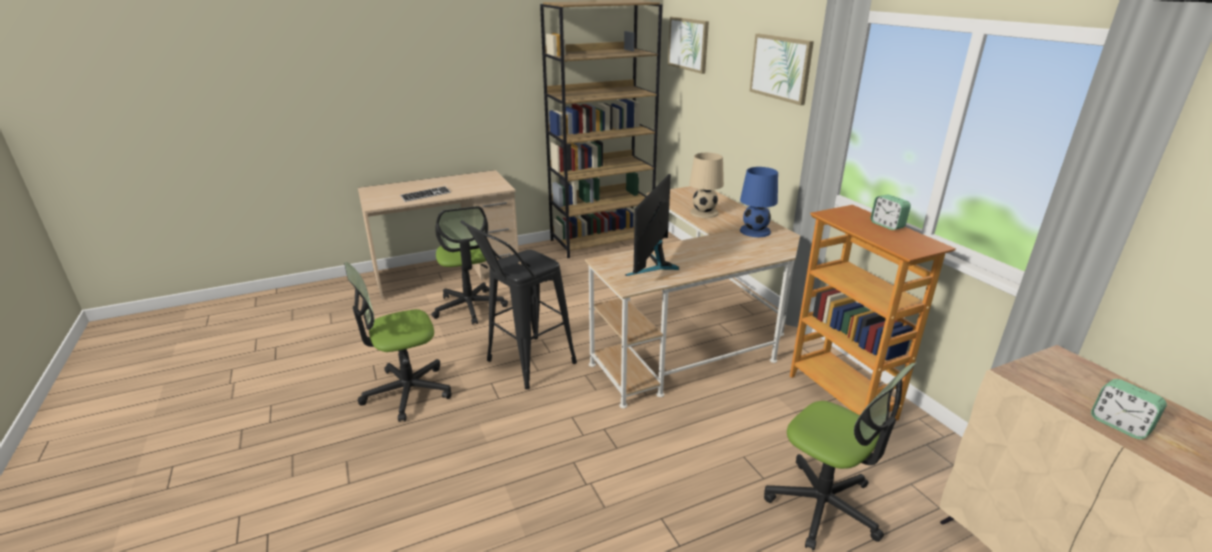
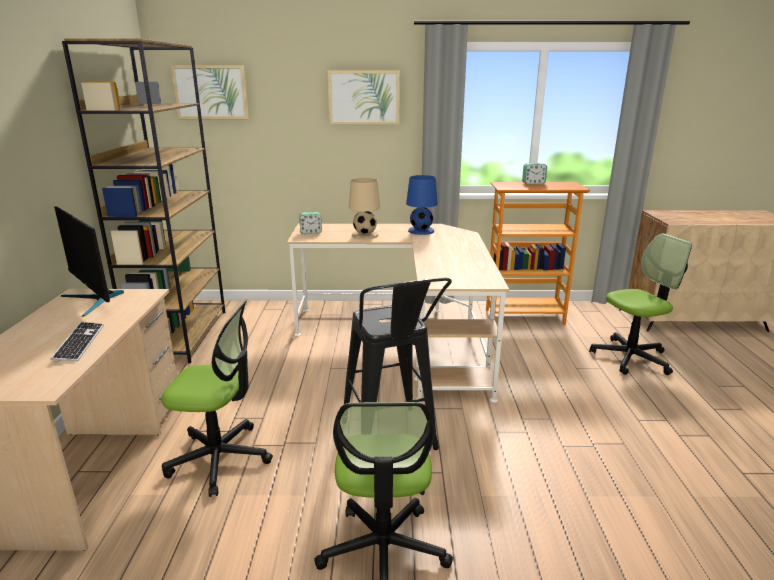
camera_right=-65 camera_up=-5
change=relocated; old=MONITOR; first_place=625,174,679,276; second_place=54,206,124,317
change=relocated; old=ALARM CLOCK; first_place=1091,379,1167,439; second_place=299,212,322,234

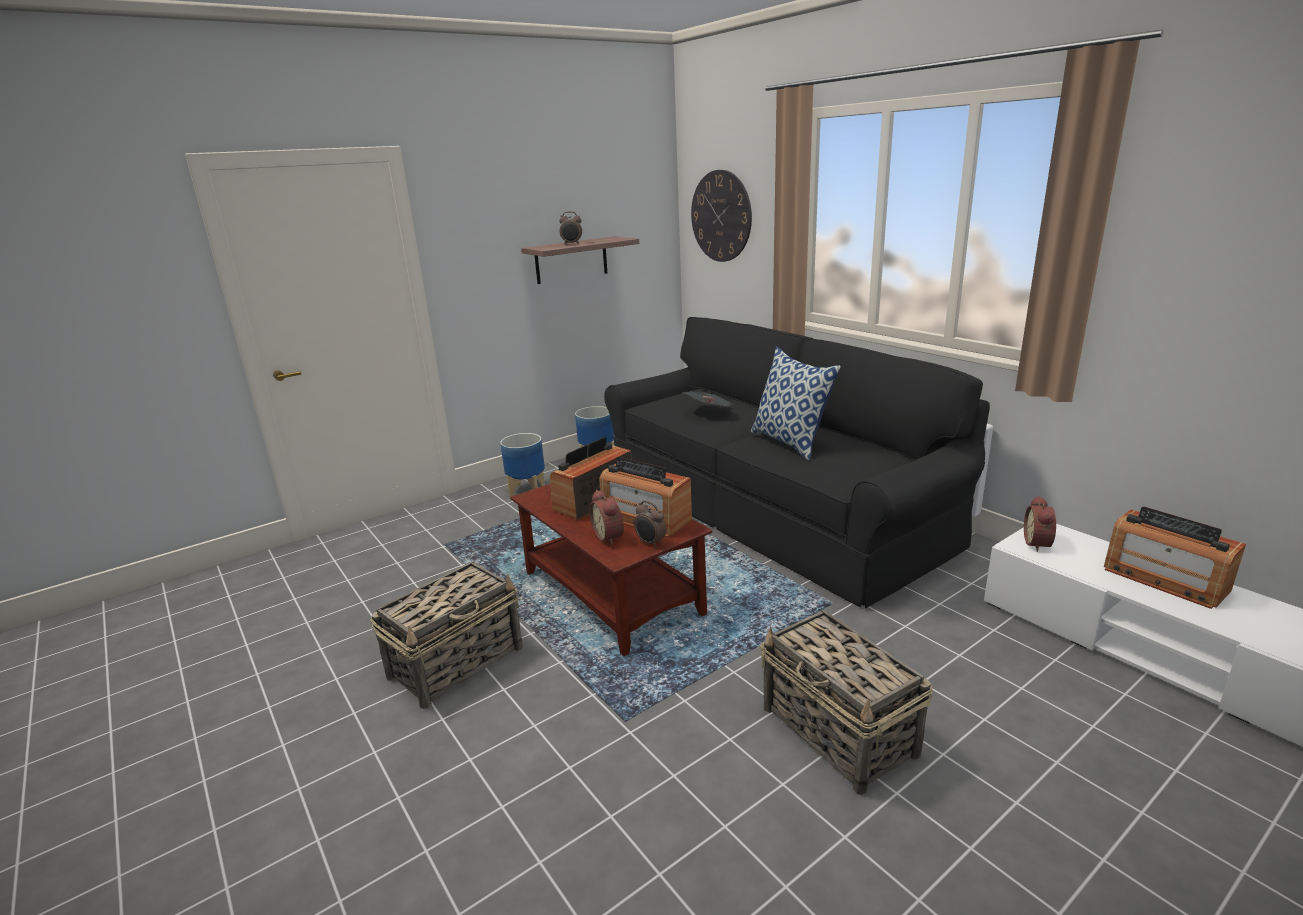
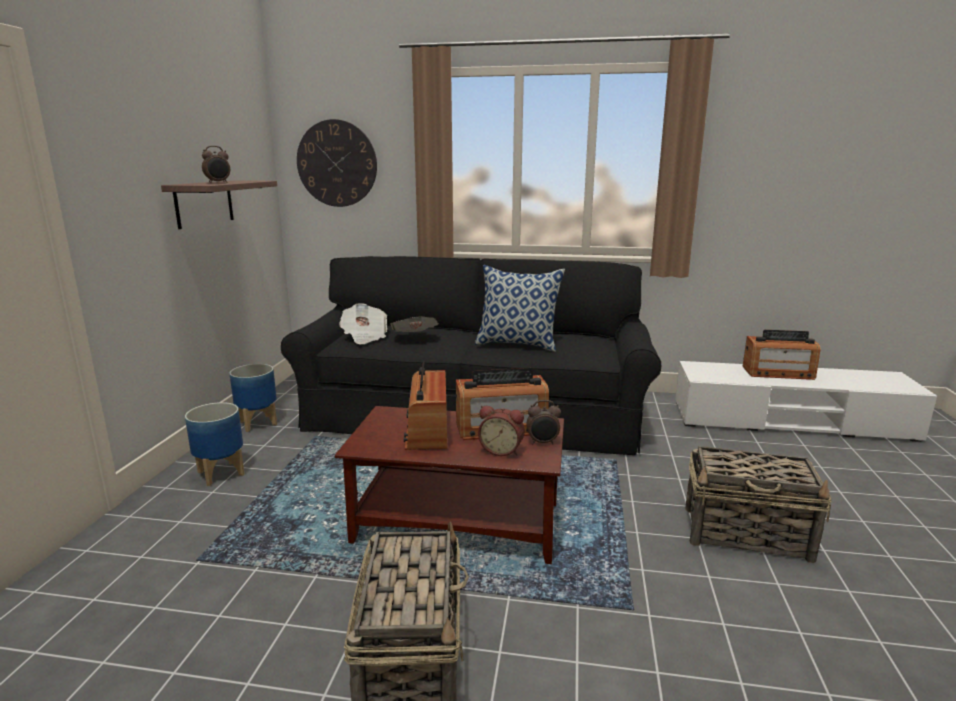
camera_right=-45 camera_up=-5
change=missing; old=ALARM CLOCK; first_place=1024,496,1056,552
change=appeared; new=DAILY PAPER; second_place=339,303,387,344

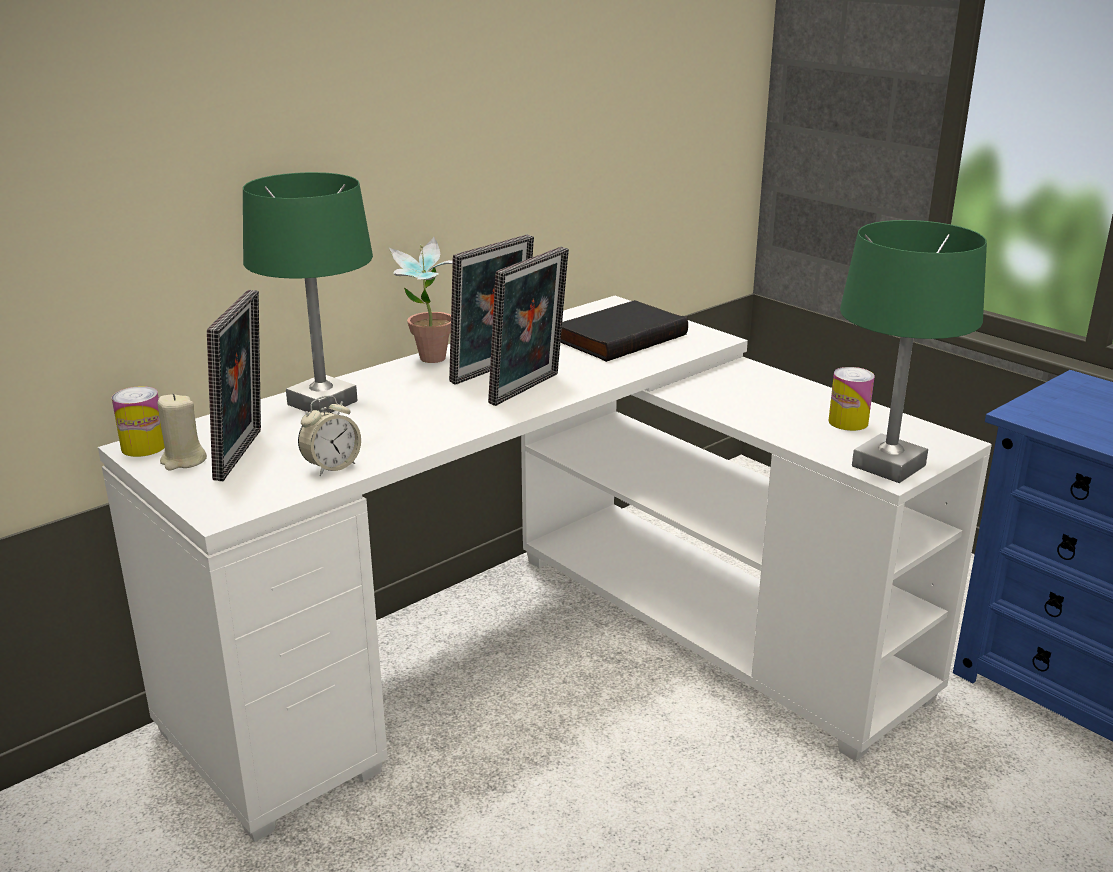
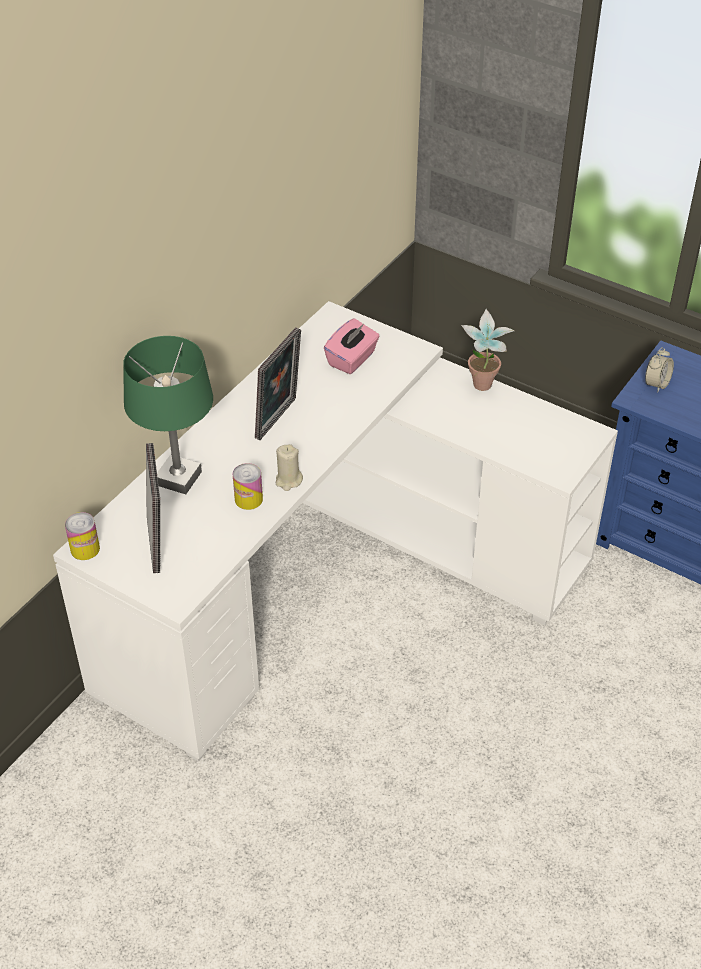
camera_right=-15 camera_up=20
change=missing; old=PHOTO FRAME; first_place=488,247,569,406
change=missing; old=GREEN-COLOURED LAMP FOR A TABLE; first_place=840,220,987,483
change=relocated; old=SAND-COLOURED CANDLE; first_place=158,394,207,471; second_place=276,444,303,491
change=relocated; old=ALARM CLOCK; first_place=298,396,361,476; second_place=645,347,674,393
change=relocated; old=PLANT IN A POT; first_place=389,237,453,363; second_place=461,309,514,391
change=relocated; old=METAL CAN; first_place=828,367,875,431; second_place=233,463,263,510
change=exchanged; old=BLACK-COLOURED VOLUME; new=PINKISH TISSUE HOLDER; first_place=560,300,688,362; second_place=324,318,380,374

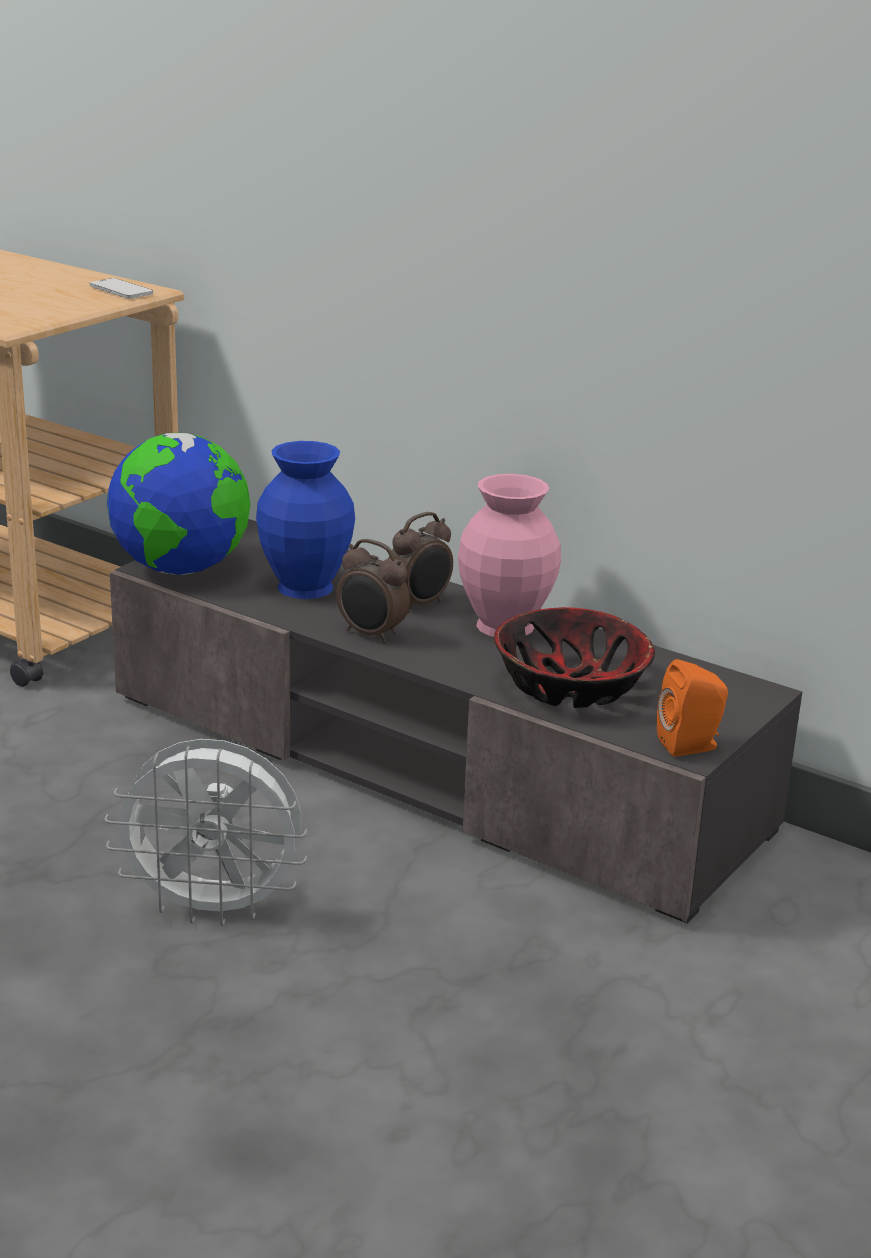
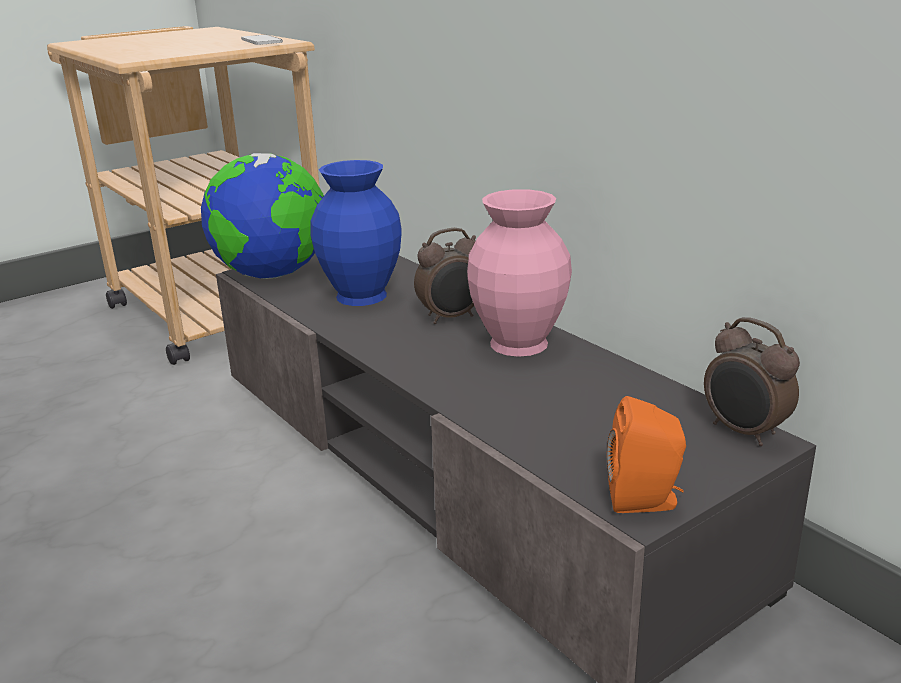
camera_right=20 camera_up=0
change=missing; old=WHITE-COLOURED FAN; first_place=105,739,307,926
change=missing; old=SERVING BOWL; first_place=494,607,655,708
change=relocated; old=ALARM CLOCK; first_place=336,539,410,644; second_place=704,317,800,446

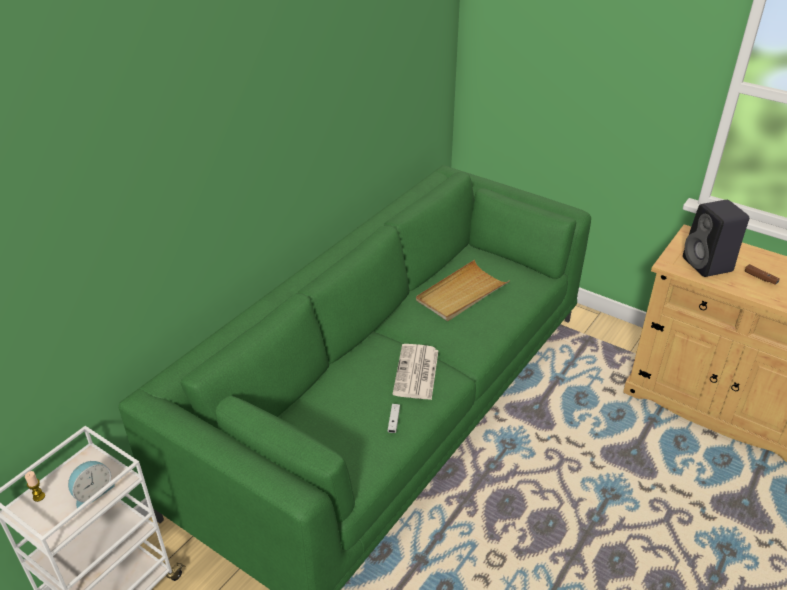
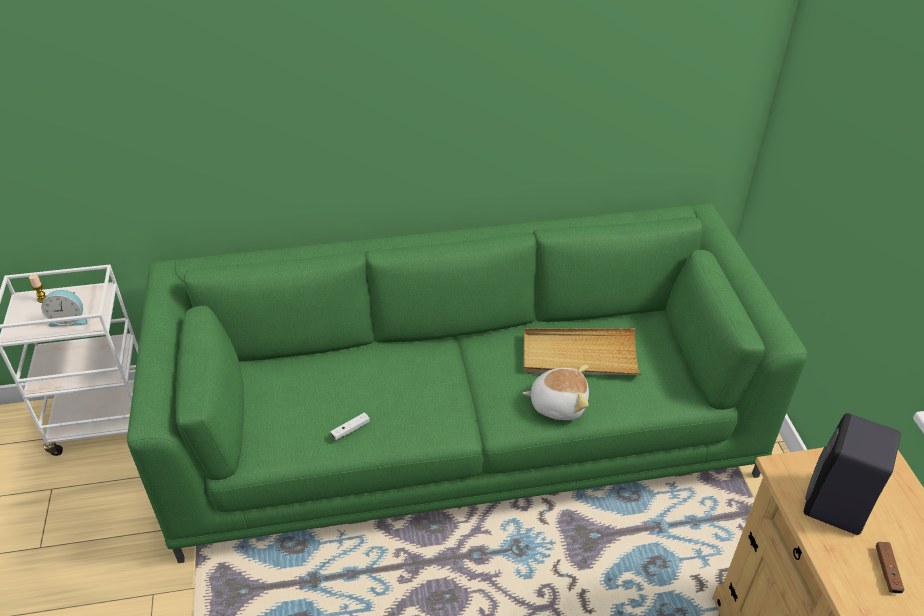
camera_right=45 camera_up=5
change=missing; old=DAILY PAPER; first_place=392,344,439,400
change=appeared; new=SOFT TOY; second_place=522,365,589,420

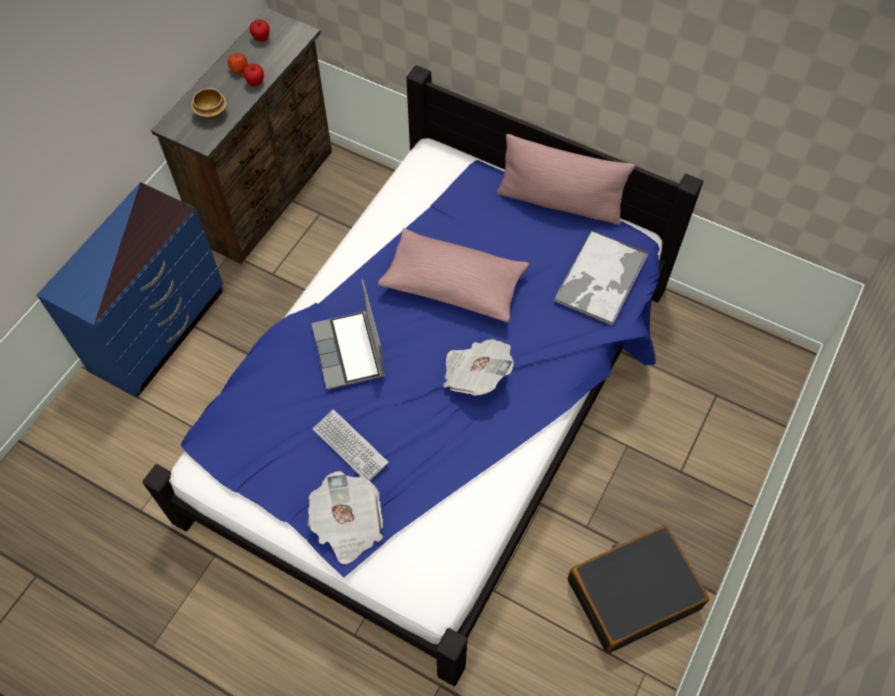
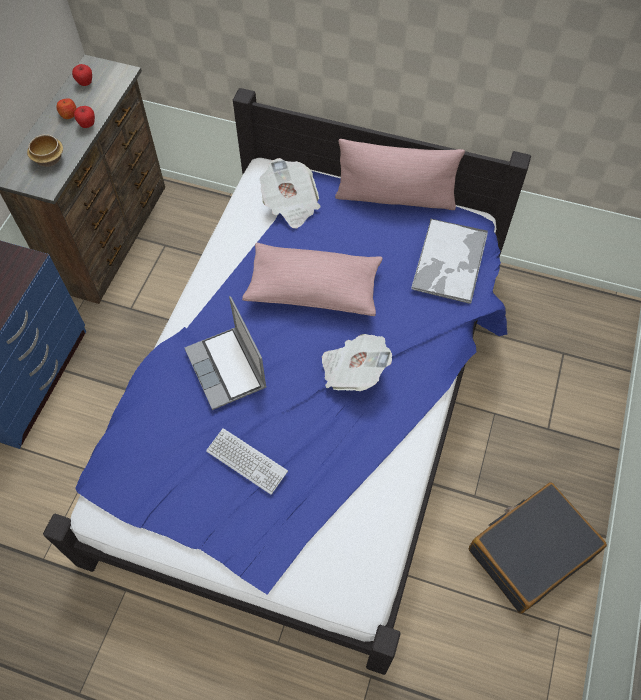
camera_right=-10 camera_up=0
change=relocated; old=DAILY PAPER; first_place=308,471,383,565; second_place=260,158,320,228

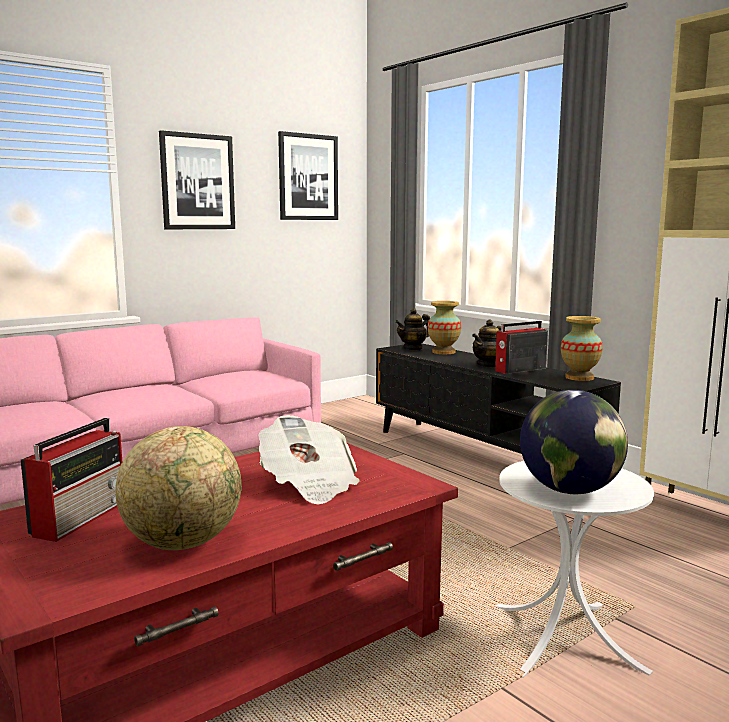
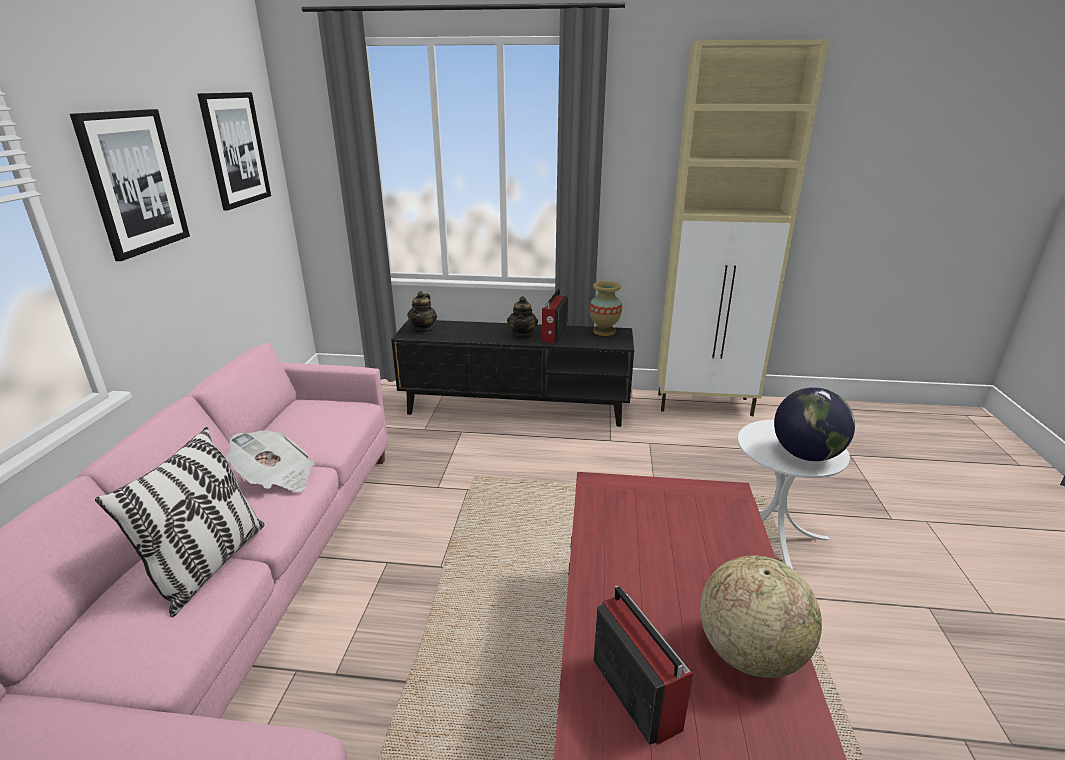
camera_right=-45 camera_up=15
change=missing; old=FLOWER VASE; first_place=428,301,461,354
change=appeared; new=THROW PILLOW; second_place=95,427,265,617
change=relocated; old=DAILY PAPER; first_place=258,415,360,505; second_place=226,430,315,492

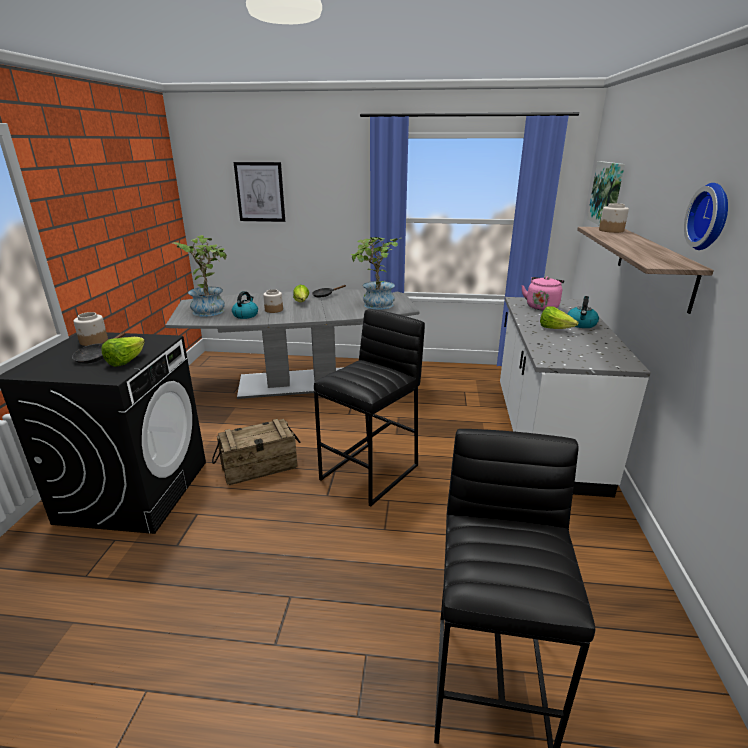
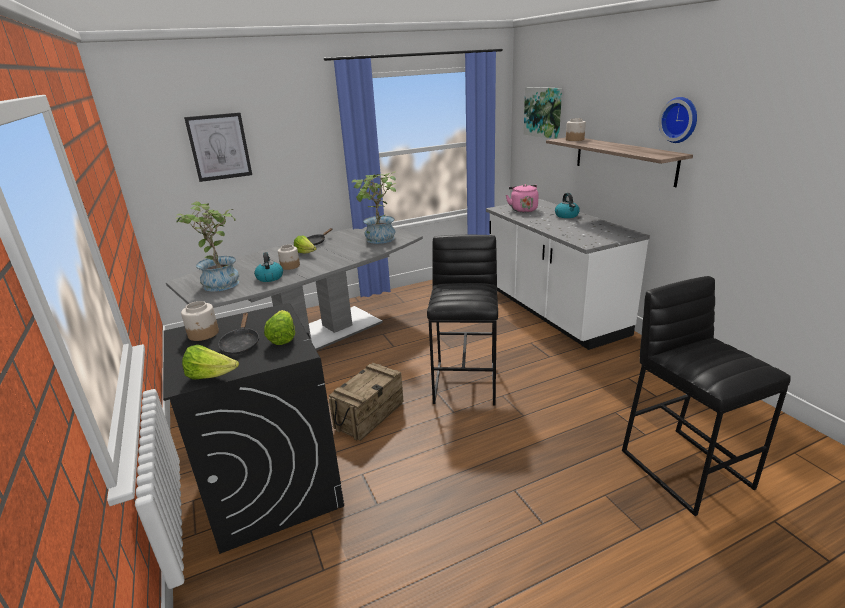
camera_right=-30 camera_up=0
change=relocated; old=HEAD OF LETTUCE; first_place=540,306,578,329; second_place=182,345,239,380

